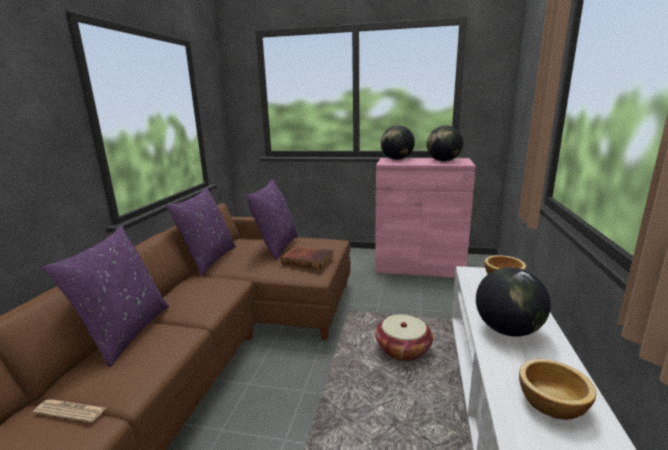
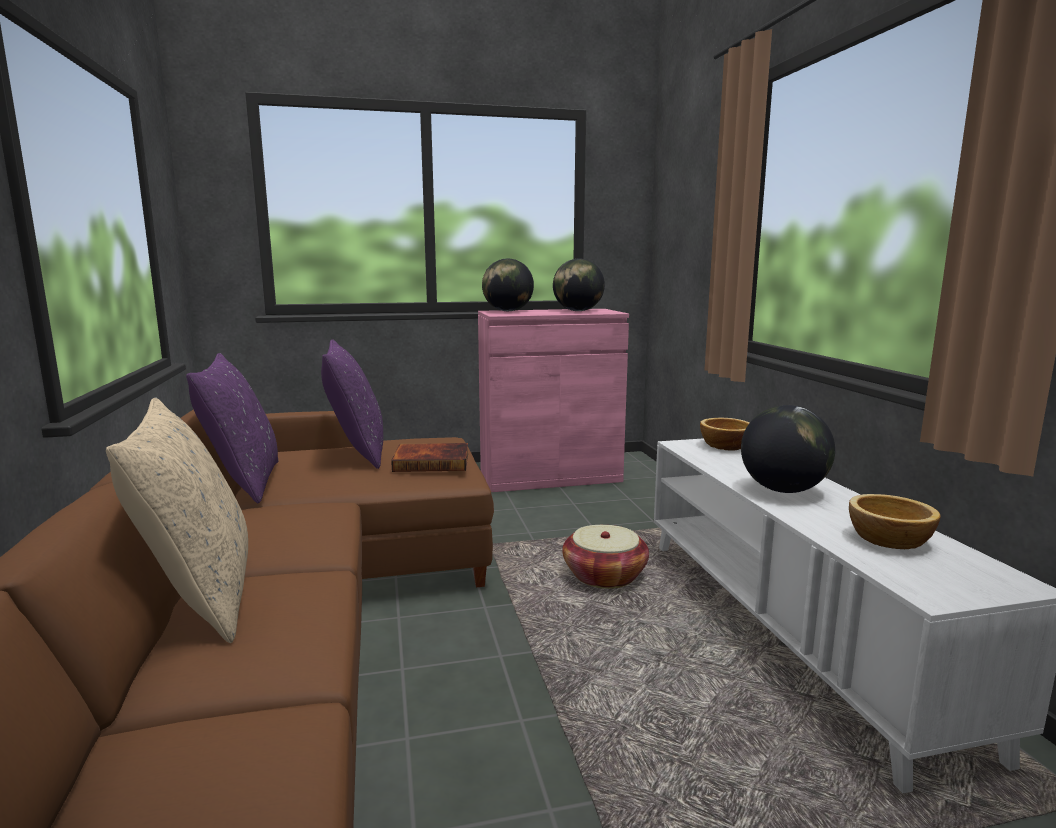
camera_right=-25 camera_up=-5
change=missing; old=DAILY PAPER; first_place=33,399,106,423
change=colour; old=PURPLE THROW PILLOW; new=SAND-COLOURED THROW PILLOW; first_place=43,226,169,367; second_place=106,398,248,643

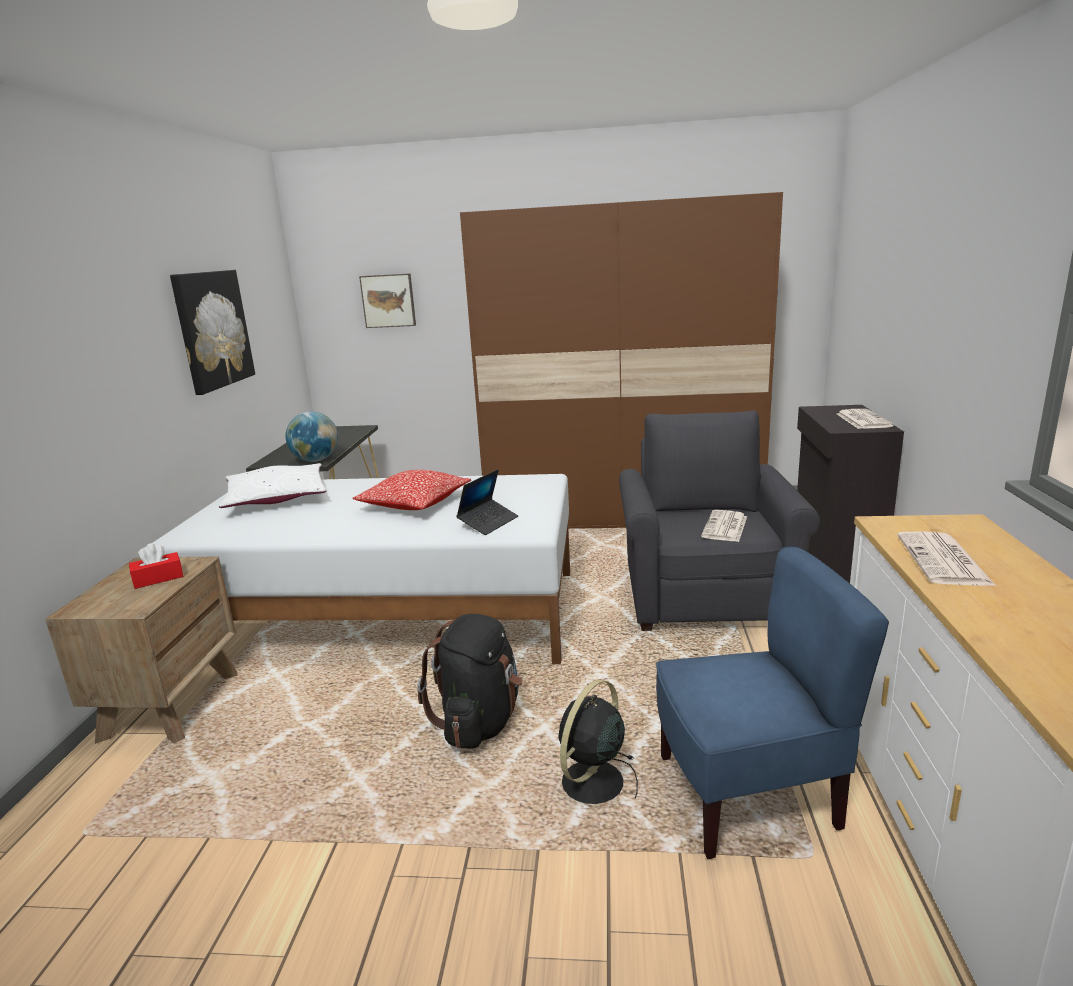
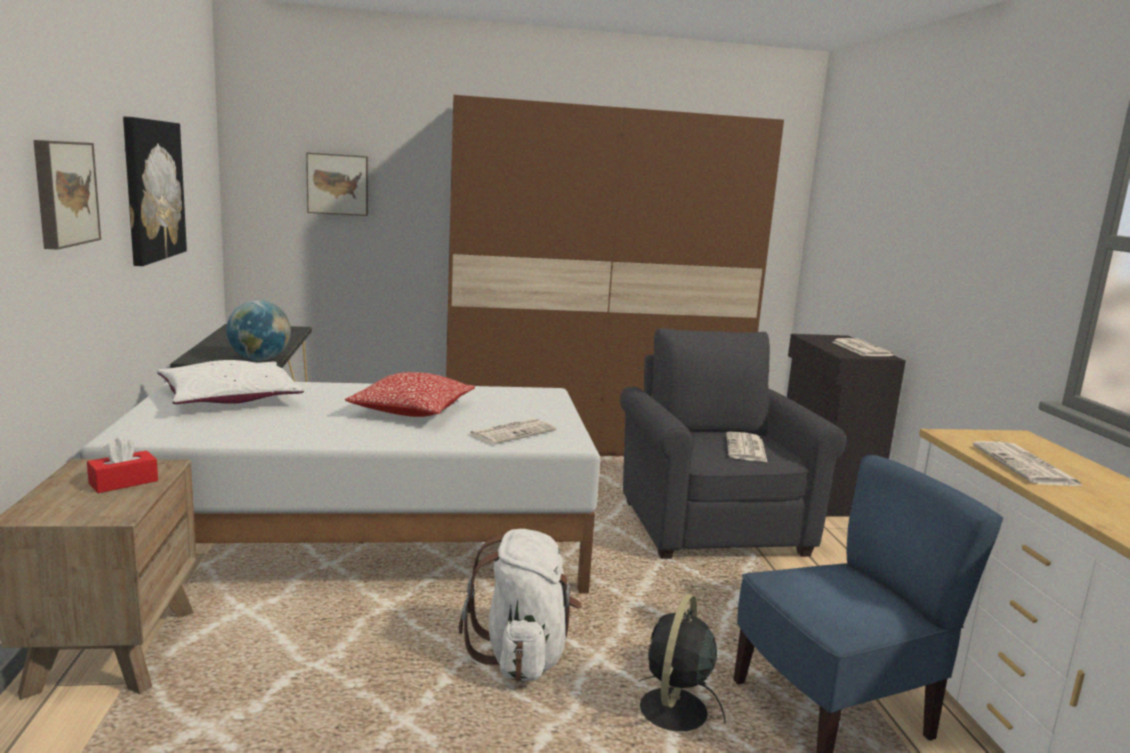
camera_right=-15 camera_up=-5
change=appeared; new=PICTURE; second_place=34,140,101,250
change=exchanged; old=LAPTOP; new=DAILY PAPER; first_place=456,469,518,535; second_place=469,418,556,445
change=colour; old=BLACK-COLOURED KNAPSACK; new=WHITE-COLOURED KNAPSACK; first_place=417,614,523,749; second_place=459,529,582,681

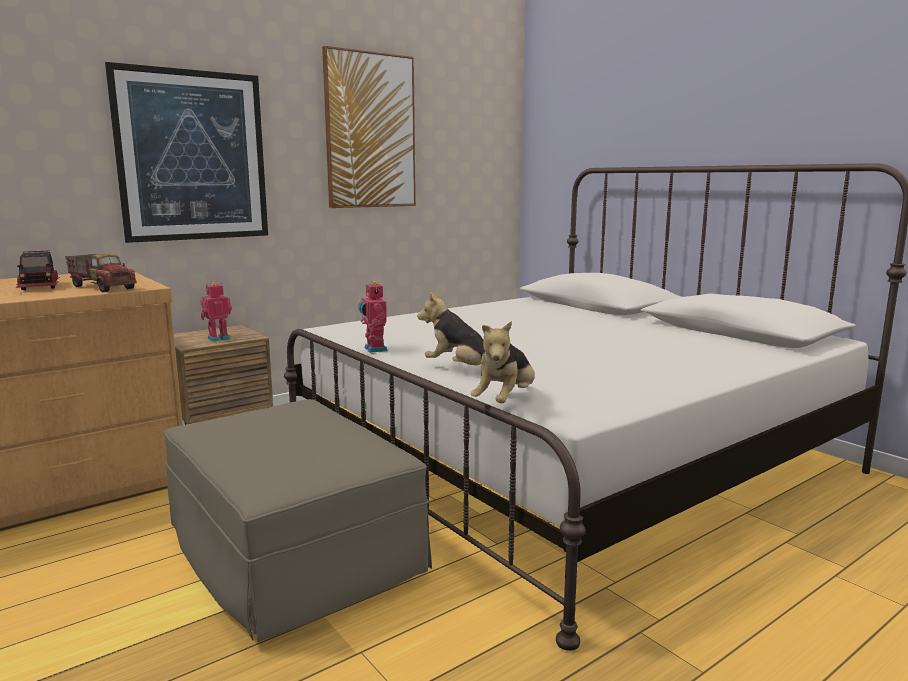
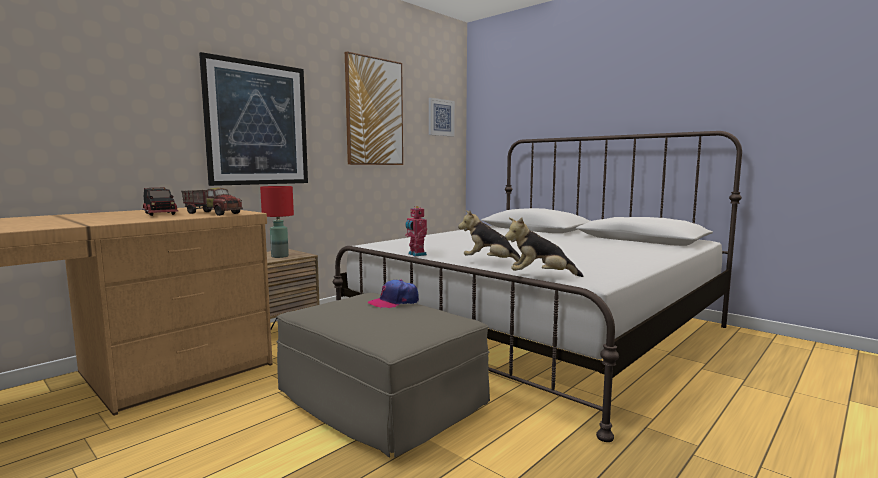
camera_right=-10 camera_up=-5
change=appeared; new=BASEBALL CAP; second_place=368,280,419,308
change=appeared; new=PICTURE; second_place=429,98,455,137
change=exchanged; old=ROBOT FIGURE; new=RED-COLOURED LAMP FOR A TABLE; first_place=201,282,232,342; second_place=260,186,294,258
change=spun; old=SOFT TOY; first_place=471,321,535,403; second_place=505,218,583,277; degrees=75

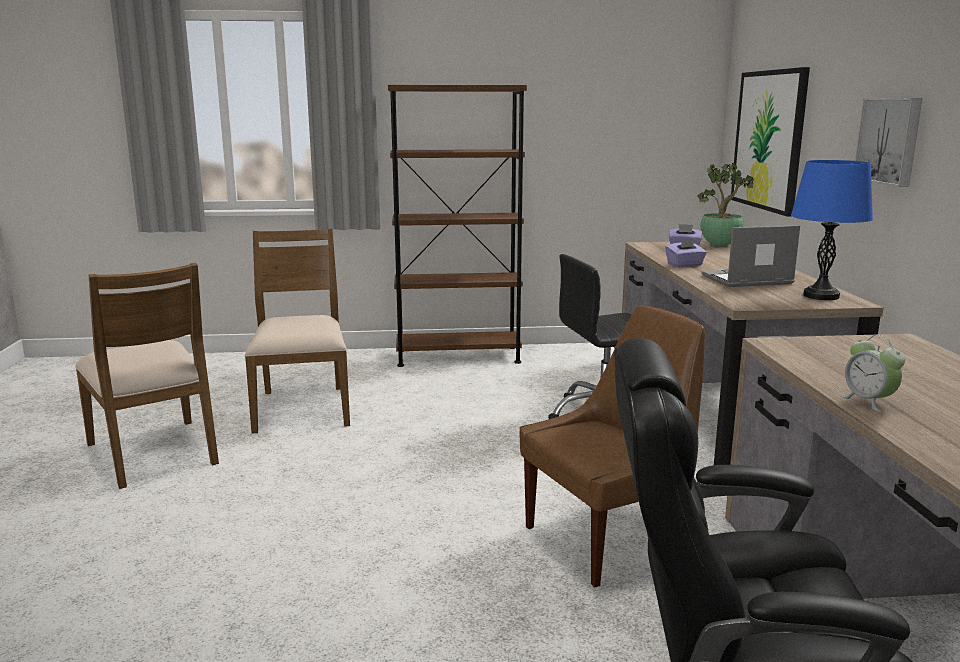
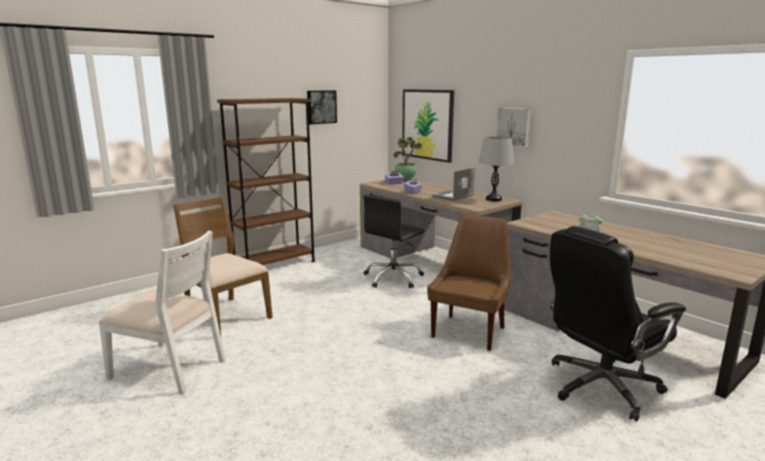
camera_right=-35 camera_up=0
change=appeared; new=PICTURE; second_place=307,90,337,124
change=colour; old=BROWN PLAIN CHAIR; new=WHITE-COLOURED PLAIN CHAIR; first_place=75,263,219,489; second_place=99,231,226,395
change=colour; old=BLUE-COLOURED LAMP FOR A TABLE; new=GREY LAMP FOR A TABLE; first_place=791,160,873,300; second_place=479,136,514,201

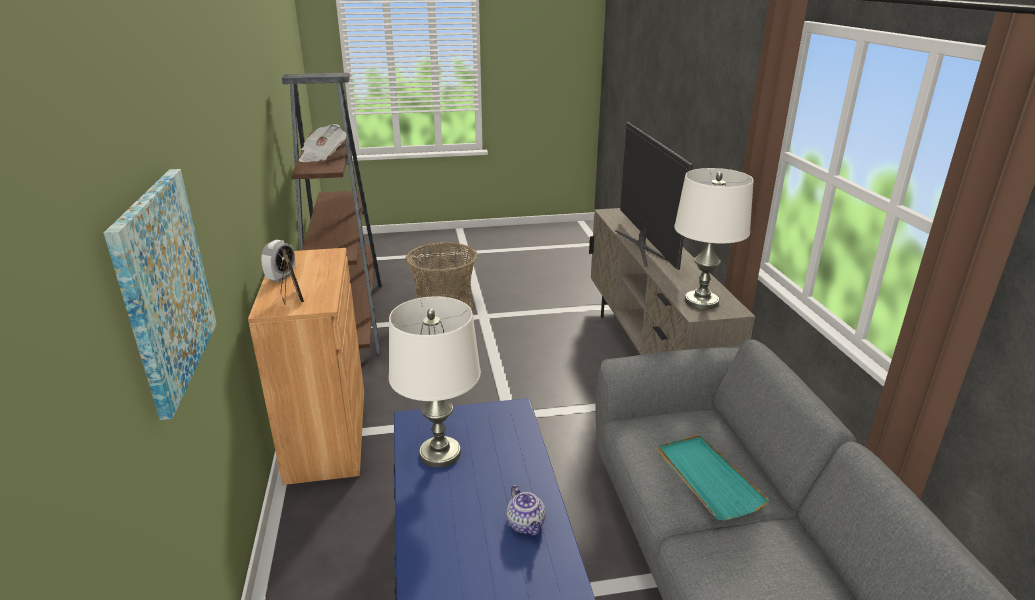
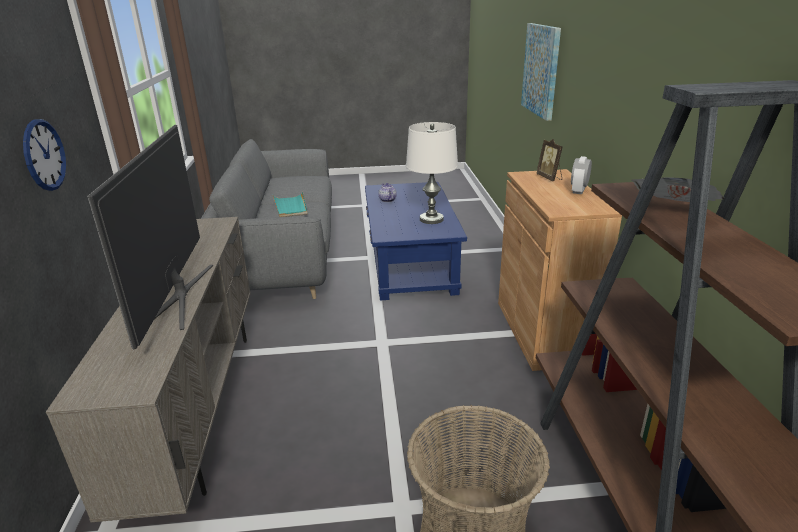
camera_right=-175 camera_up=0
change=missing; old=WHITE-COLOURED LAMP FOR A TABLE; first_place=674,168,754,309
change=appeared; new=HANGING CLOCK; second_place=23,119,66,191

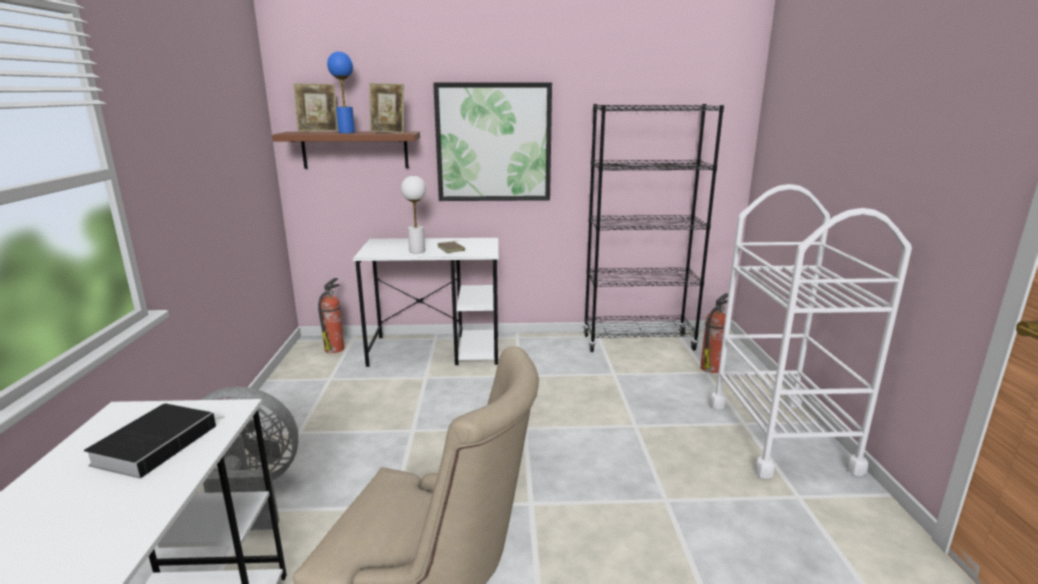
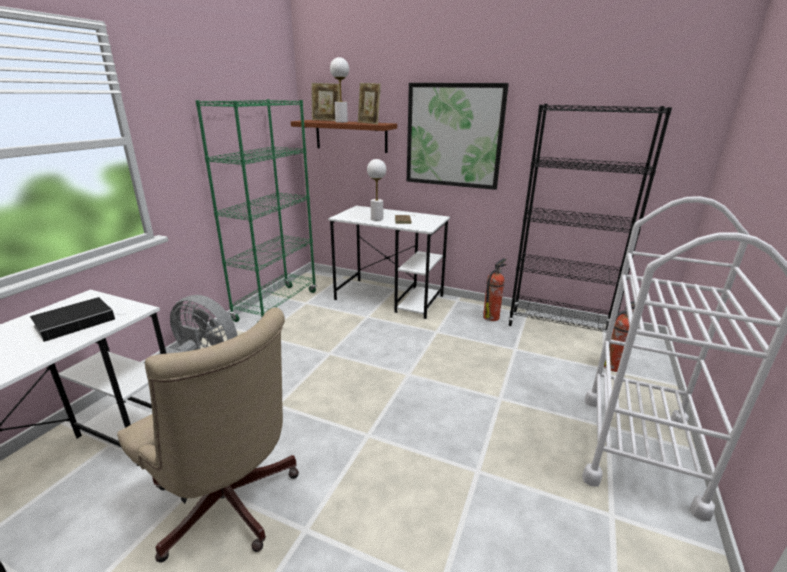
camera_right=25 camera_up=5
change=appeared; new=GREEN-COLOURED BOOKCASE; second_place=195,99,317,322
change=relocated; old=FIRE EXTINGUISHER; first_place=318,278,344,353; second_place=483,258,507,321
change=colour; old=BLUE-COLOURED LAMP FOR A TABLE; new=WHITE-COLOURED LAMP FOR A TABLE; first_place=327,51,355,133; second_place=330,57,349,123

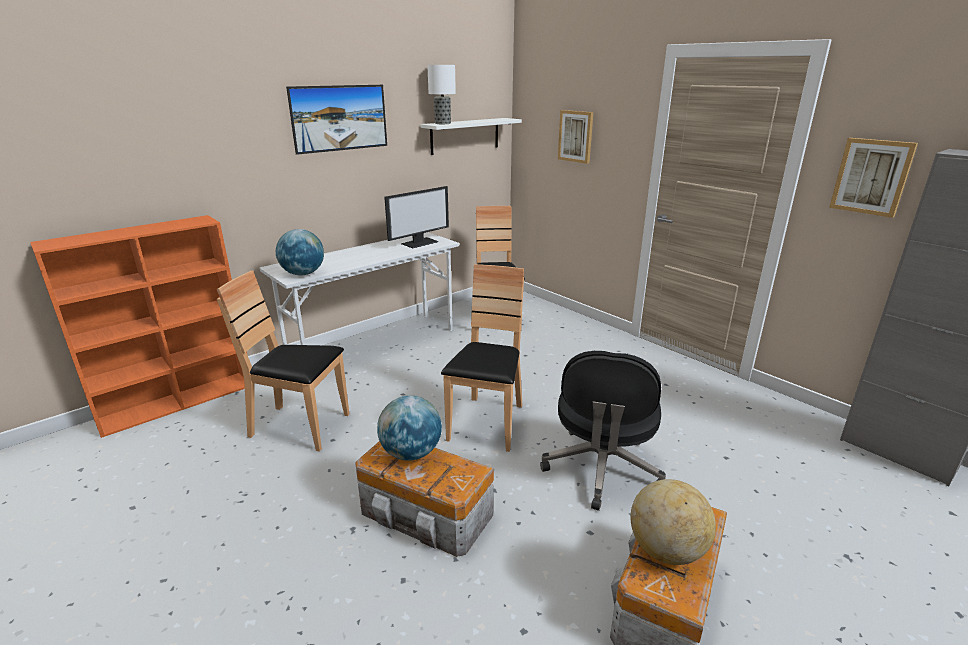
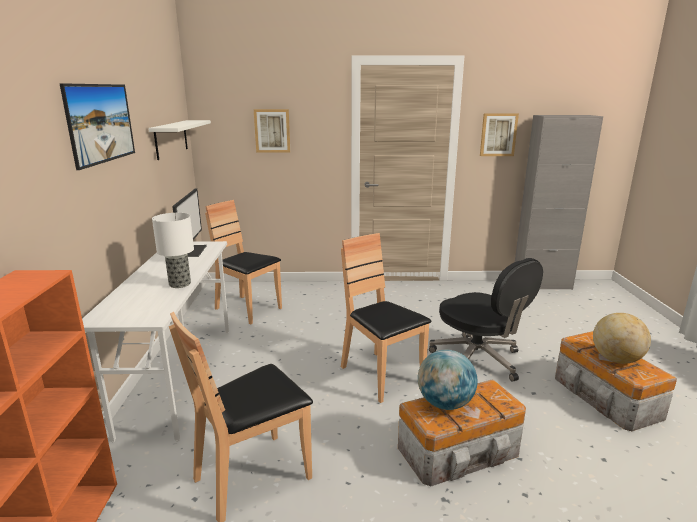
camera_right=-50 camera_up=-5
change=missing; old=GLOBE; first_place=276,229,324,275
change=relocated; old=LAMP FOR A TABLE; first_place=427,65,456,124; second_place=152,213,194,288

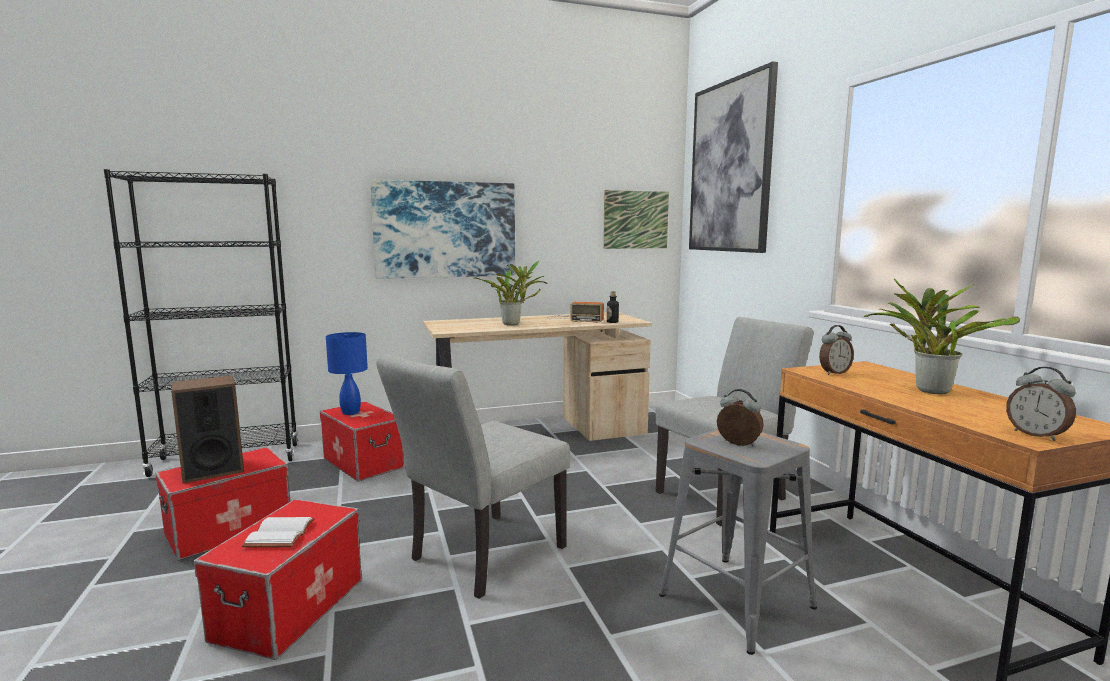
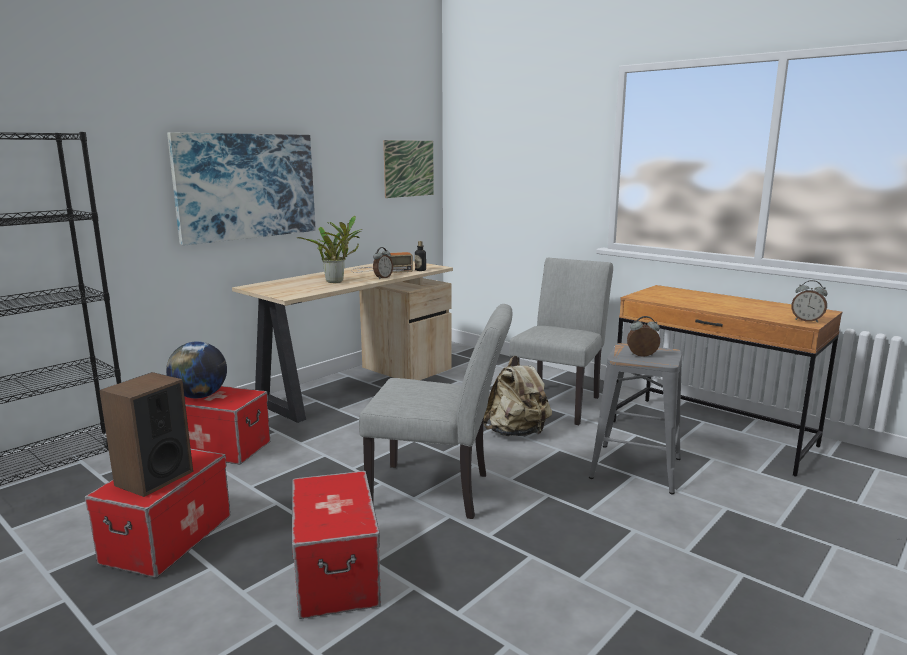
camera_right=-30 camera_up=5
change=missing; old=WHITE-COLOURED VOLUME; first_place=242,517,315,548
change=missing; old=PICTURE; first_place=689,61,778,253
change=missing; old=PLANT IN A POT; first_place=864,278,1020,394
change=appeared; new=SAND-COLOURED KNAPSACK; second_place=483,356,552,436
change=relocated; old=ALARM CLOCK; first_place=819,325,854,375; second_place=373,247,393,279
change=exchanged; old=BLUE-COLOURED LAMP FOR A TABLE; new=GLOBE; first_place=326,332,368,415; second_place=166,341,227,398
change=spun; old=GREY PLAIN CHAIR; first_place=376,354,570,599; second_place=359,304,512,519; degrees=-90

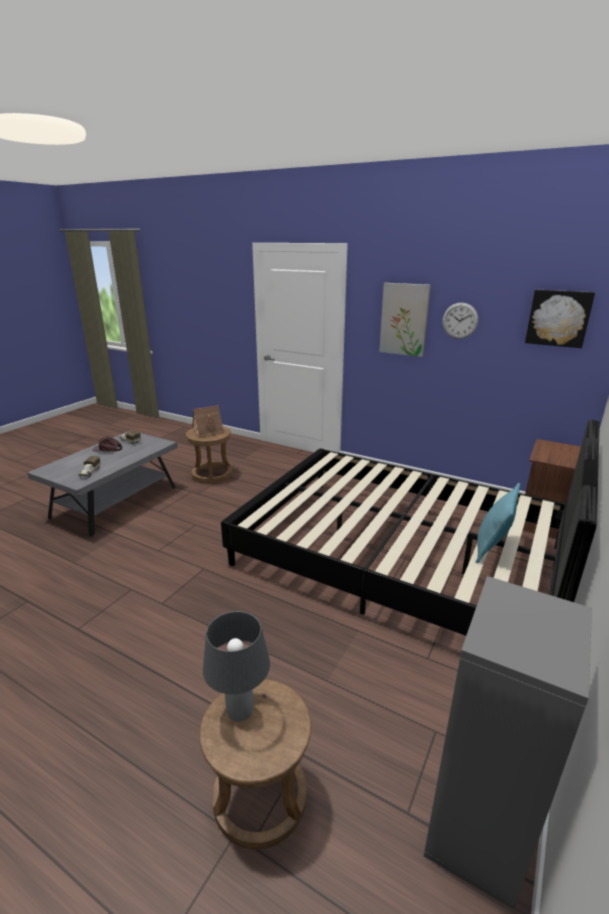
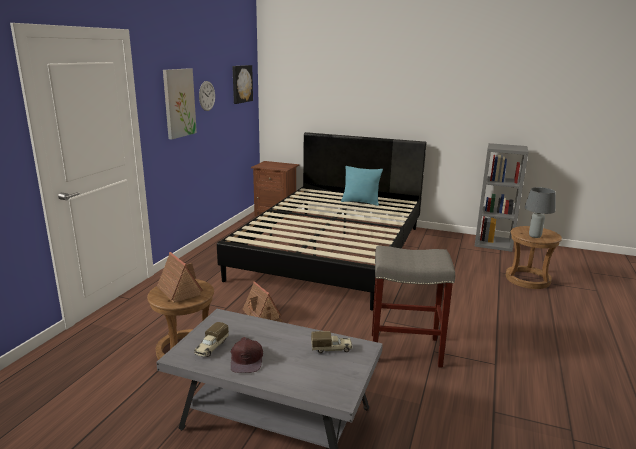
camera_right=-100 camera_up=-5
change=appeared; new=MODEL HOUSE; second_place=242,281,282,322
change=appeared; new=GREY SITTING STOOL; second_place=372,246,455,368

